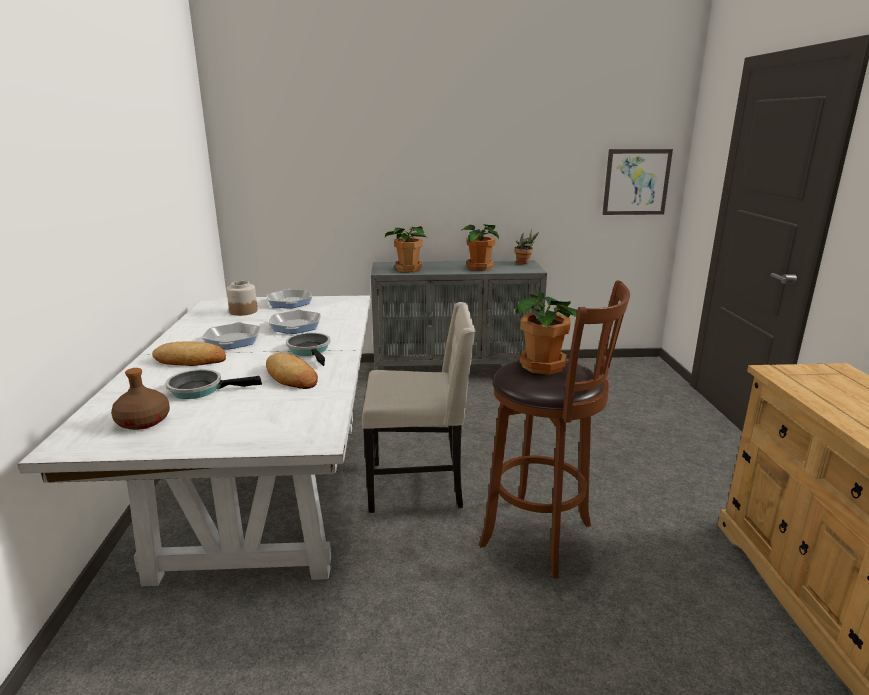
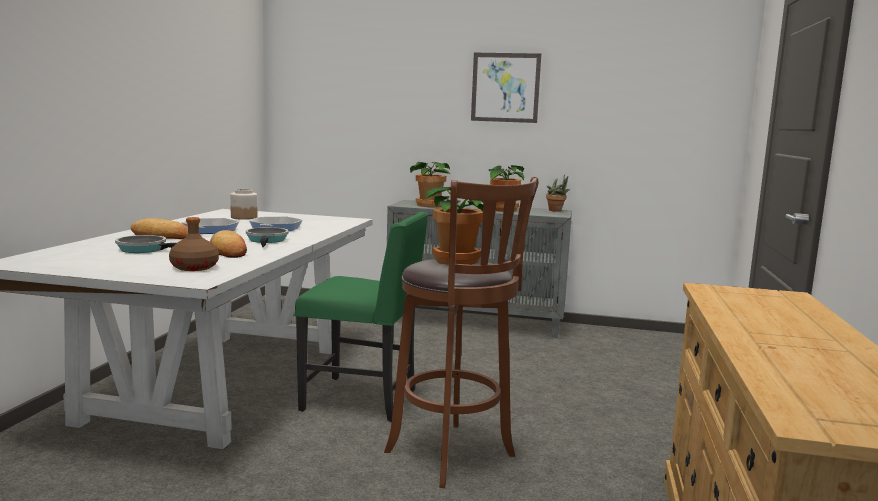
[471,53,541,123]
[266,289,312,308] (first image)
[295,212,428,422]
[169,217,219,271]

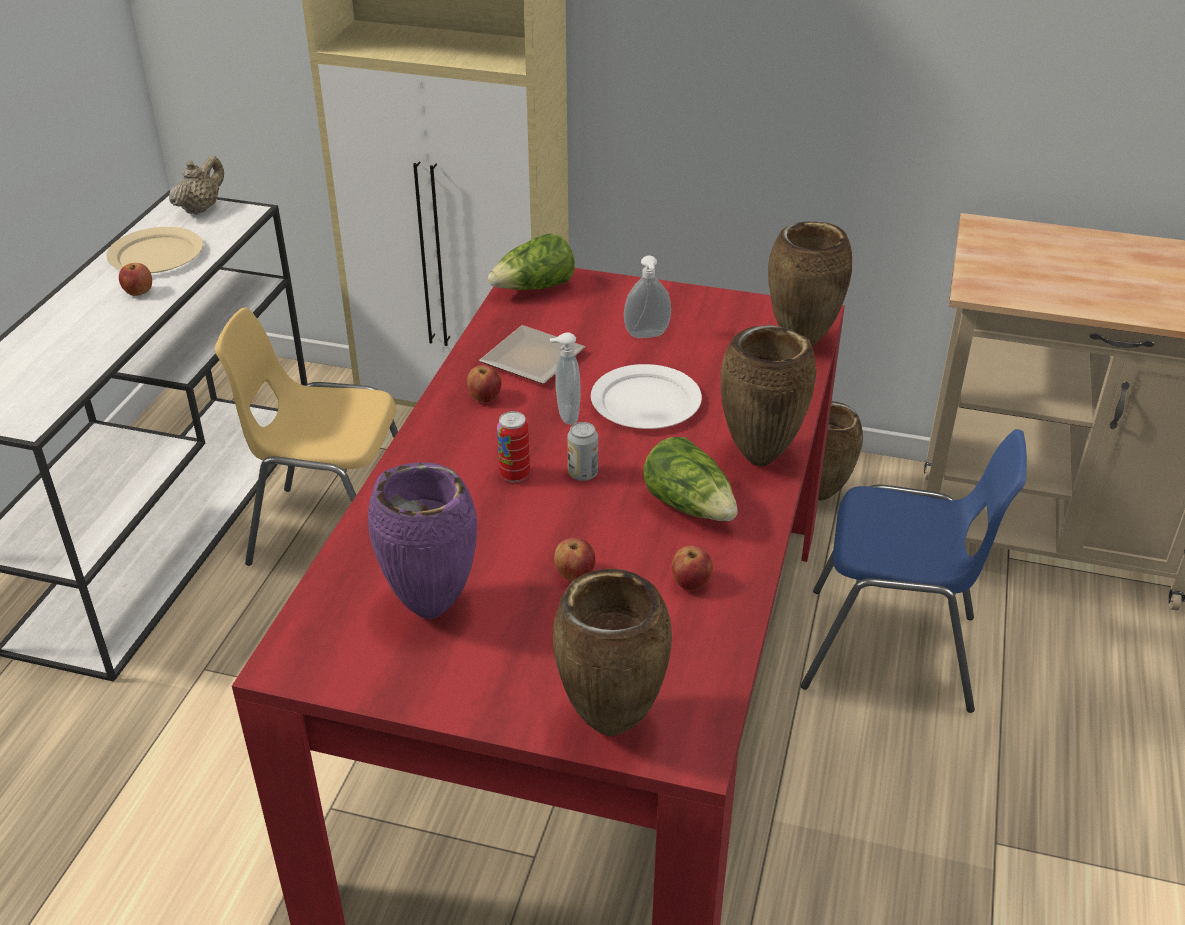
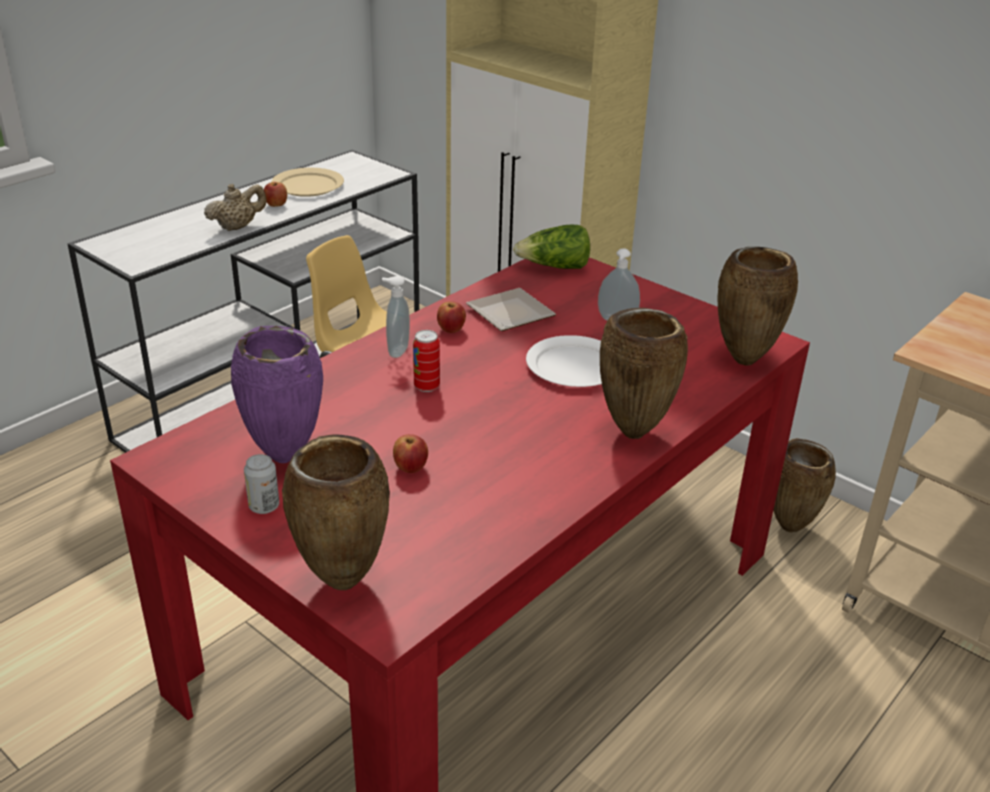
[204,184,266,231]
[382,276,410,358]
[244,454,279,514]
[801,429,1027,713] (first image)
[643,437,738,521] (first image)
[672,545,713,590] (first image)

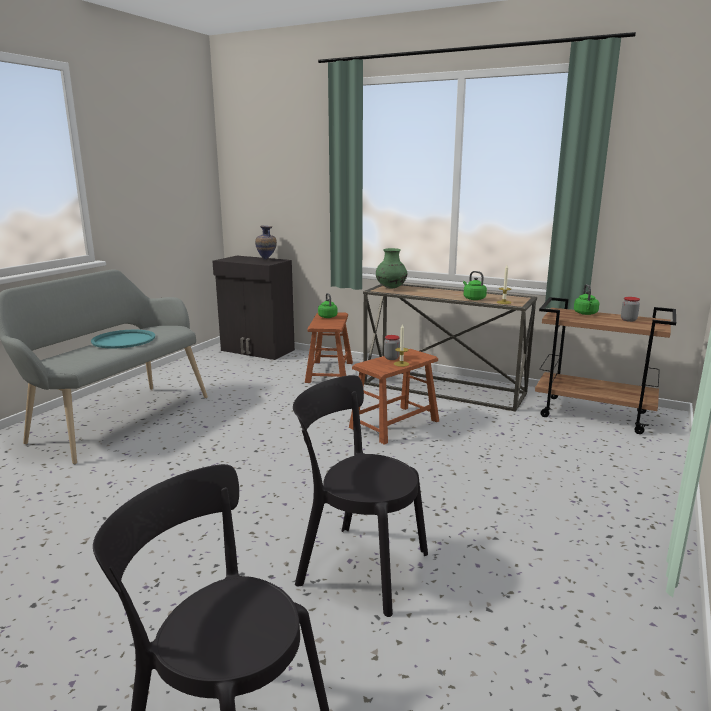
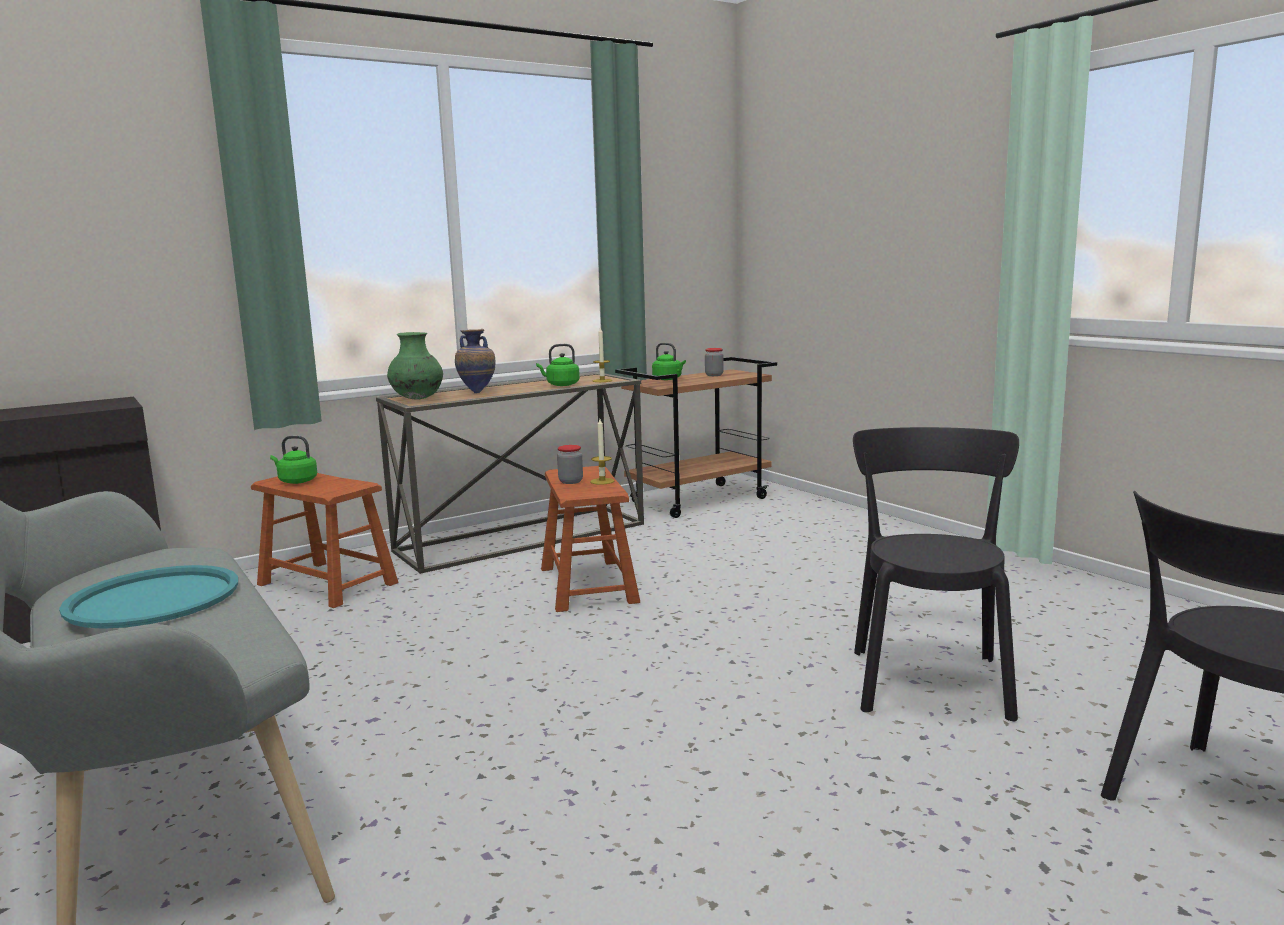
[455,329,495,393]
[853,427,1019,721]

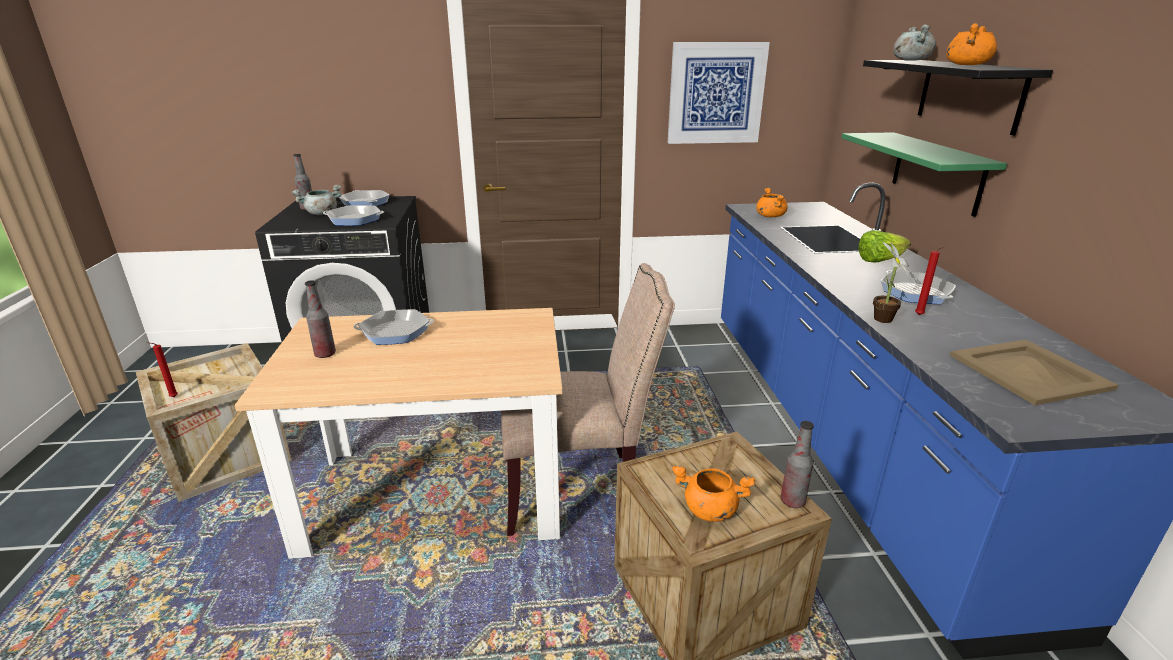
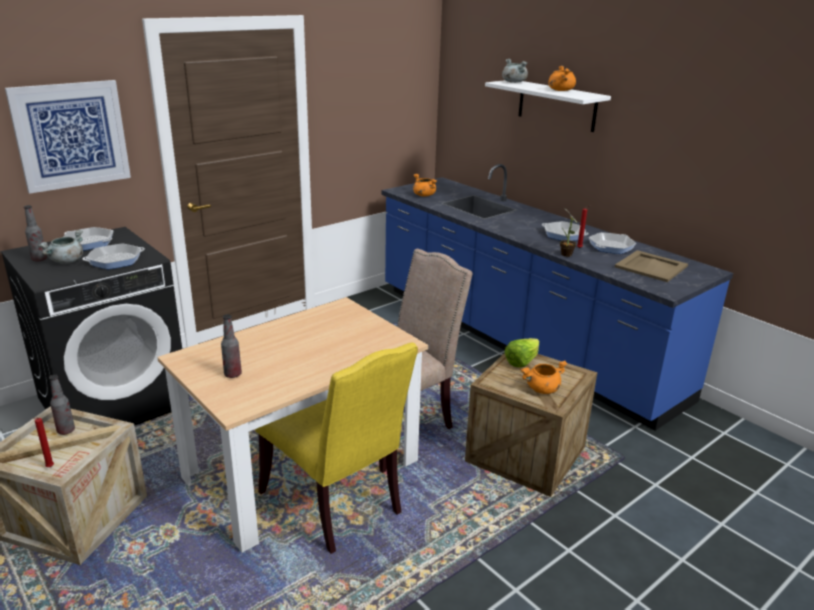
[5,80,131,194]
[485,80,611,132]
[841,132,1007,217] (first image)
[504,338,539,367]
[589,232,636,254]
[49,375,75,435]
[255,343,418,554]

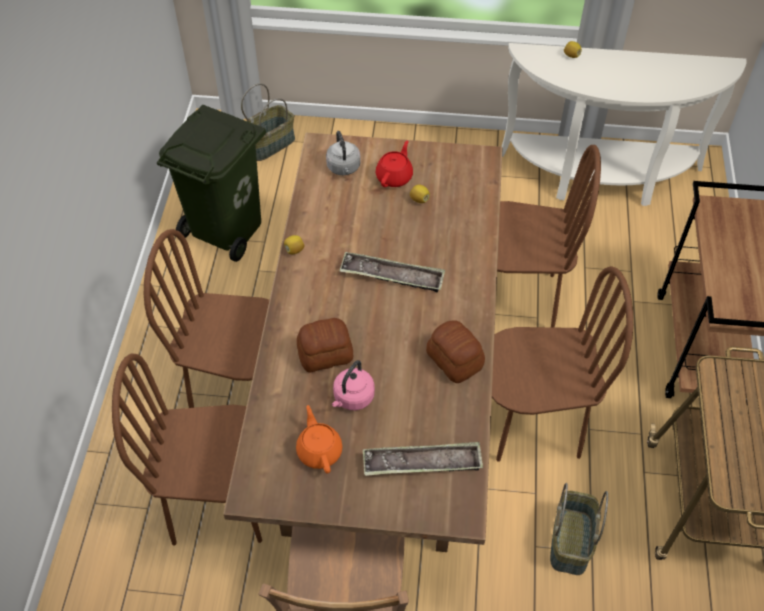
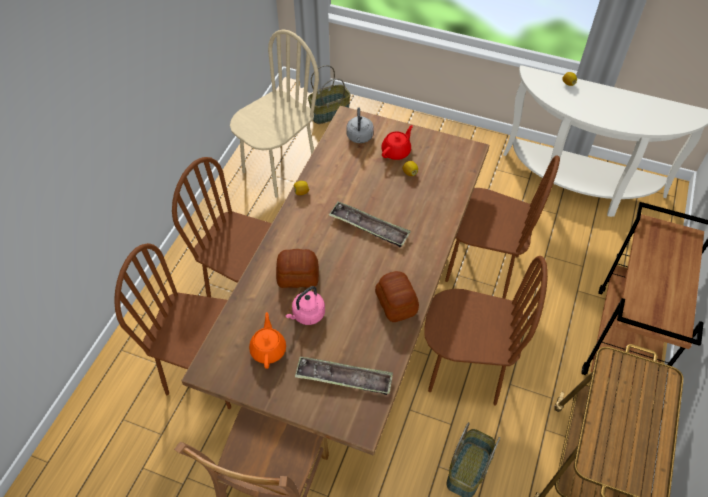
[230,29,319,198]

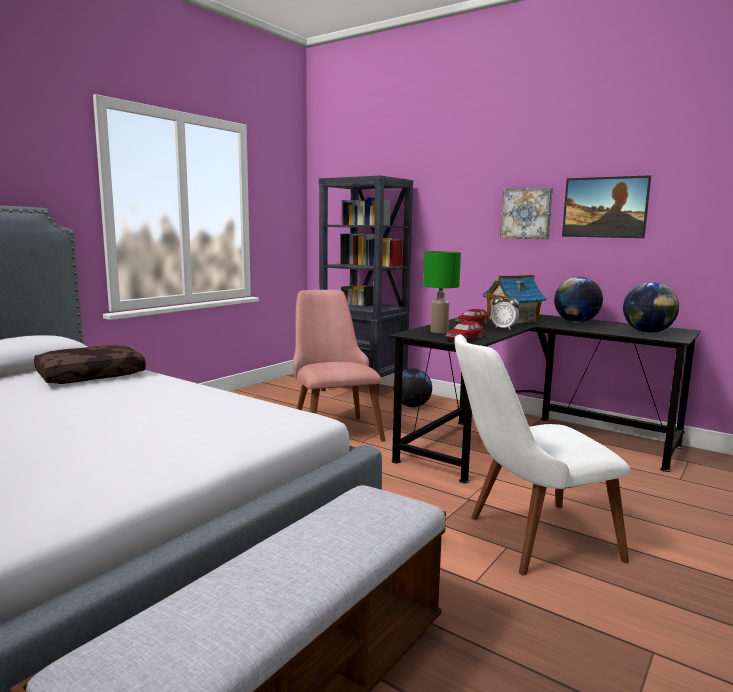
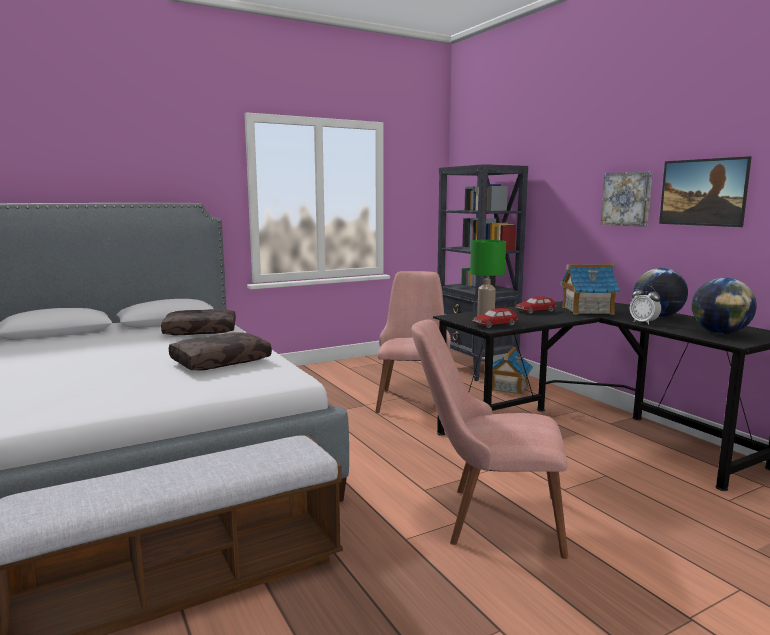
[630,285,661,325]
[412,319,568,559]
[492,347,533,395]
[169,332,272,371]

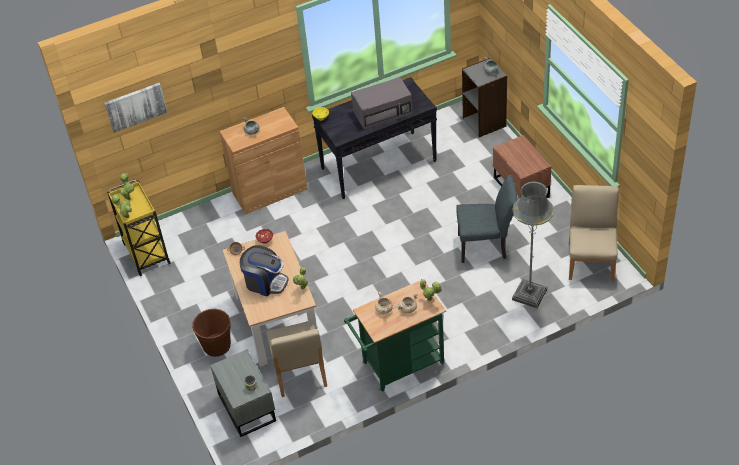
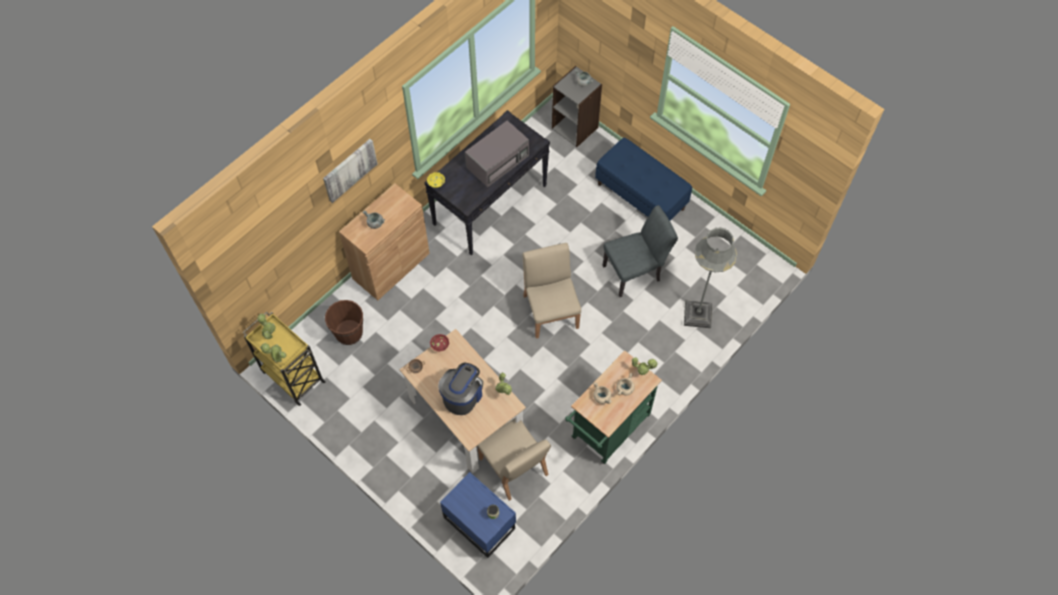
[323,139,378,203]
[595,137,692,220]
[523,243,581,339]
[438,363,483,415]
[325,300,363,345]
[440,472,516,558]

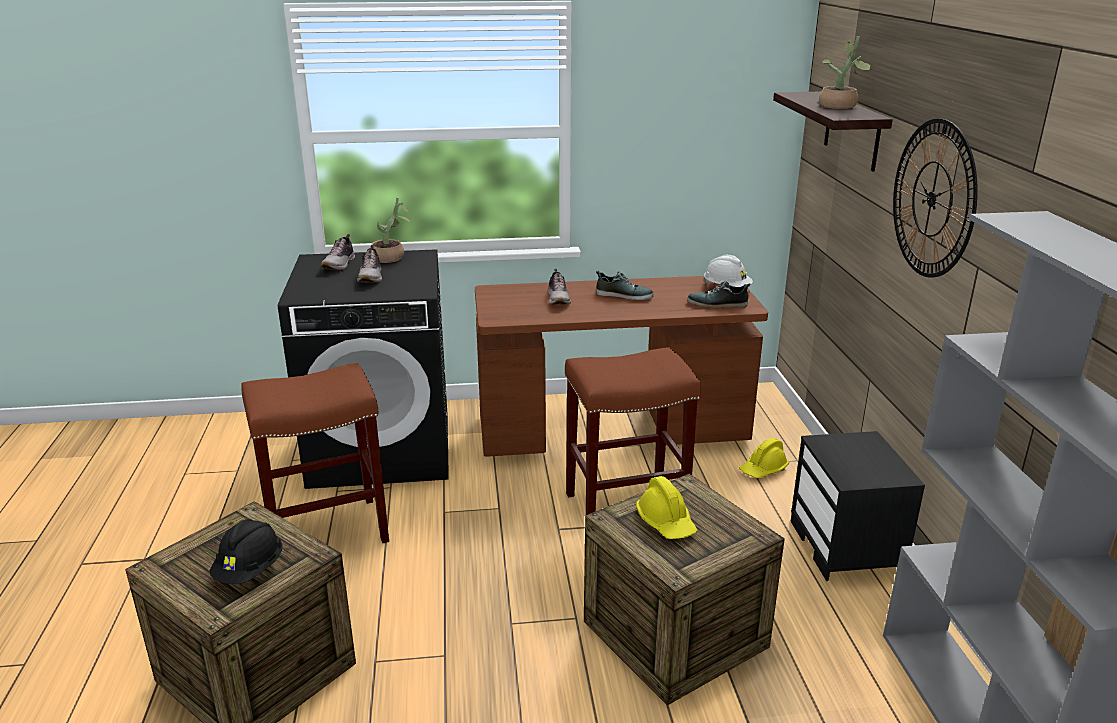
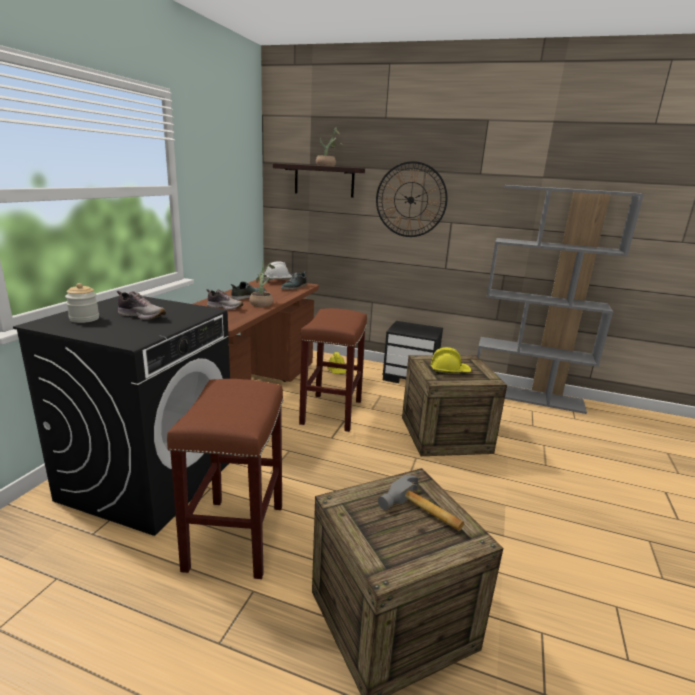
[249,261,275,307]
[65,283,99,323]
[378,475,464,531]

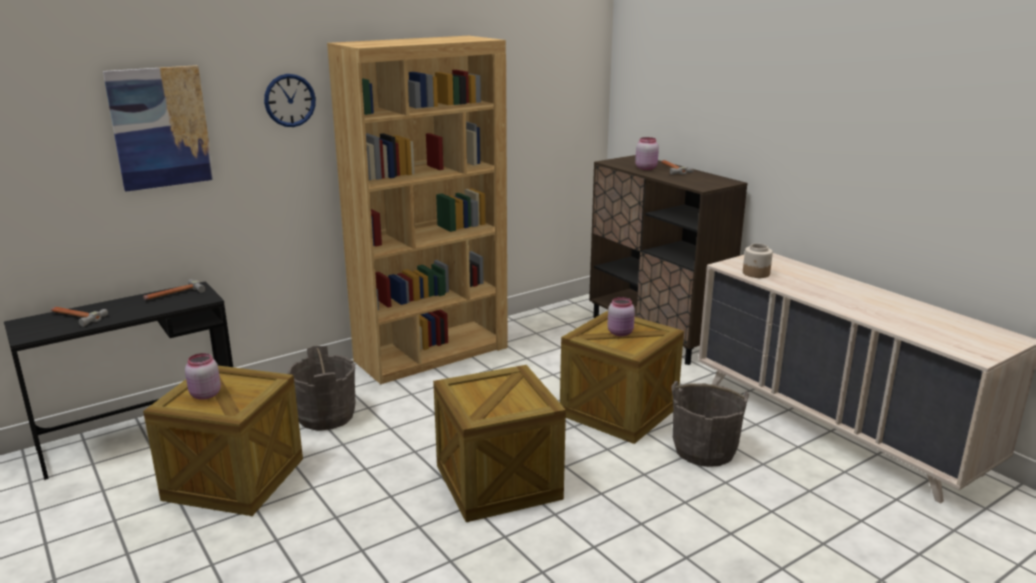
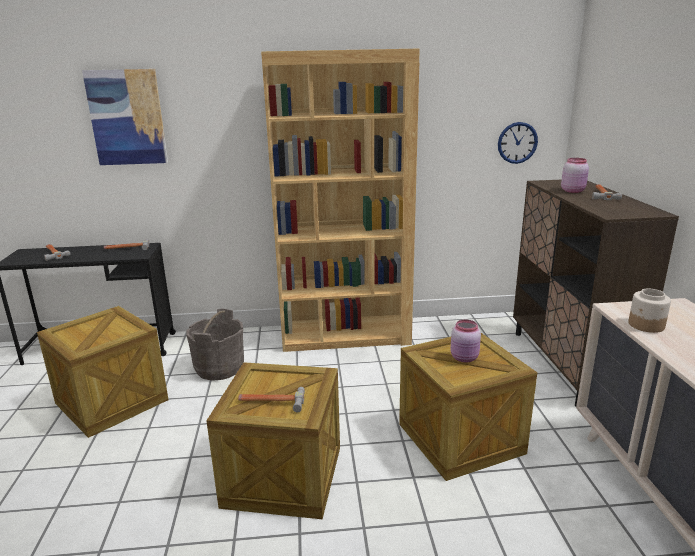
[498,122,538,164]
[185,353,221,400] (first image)
[671,381,749,467] (first image)
[238,387,305,412]

